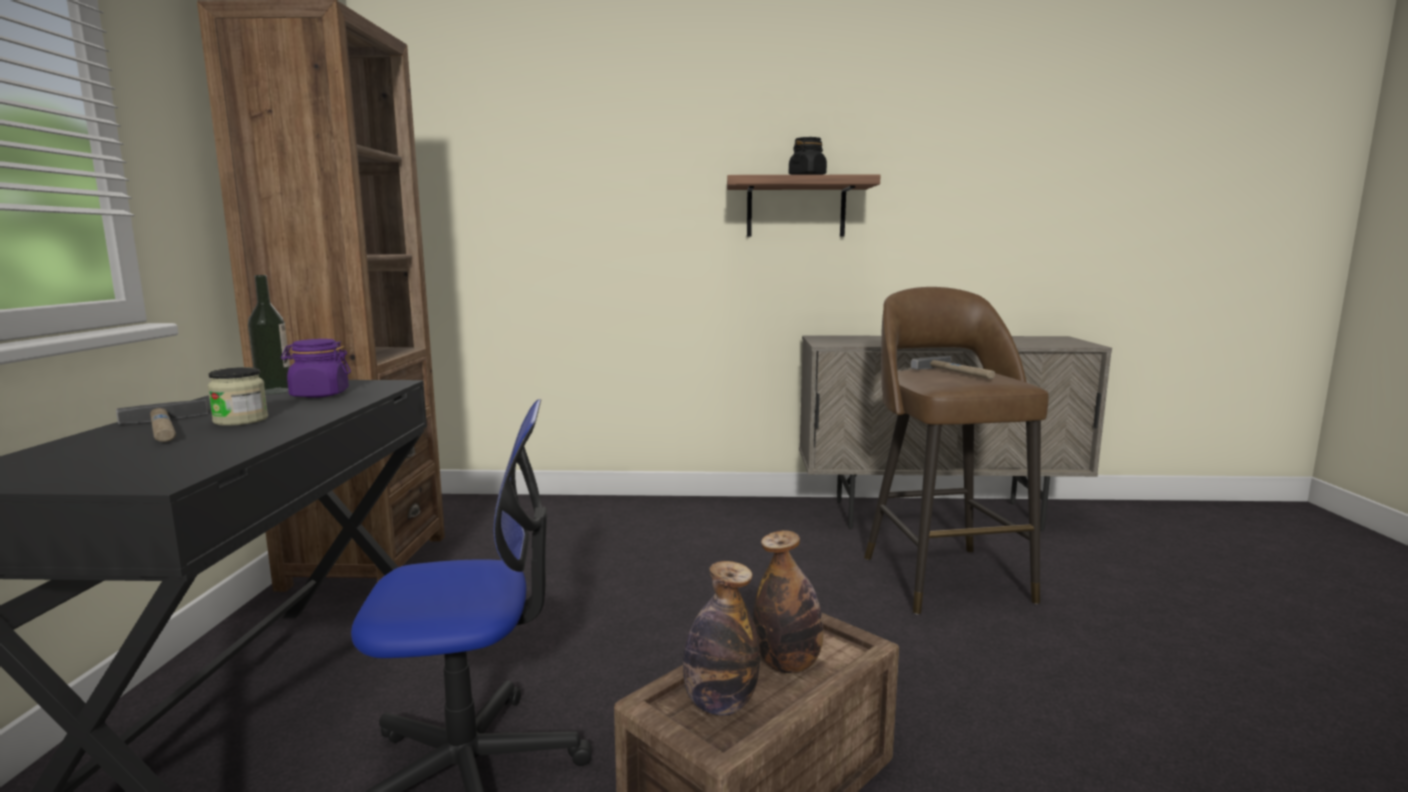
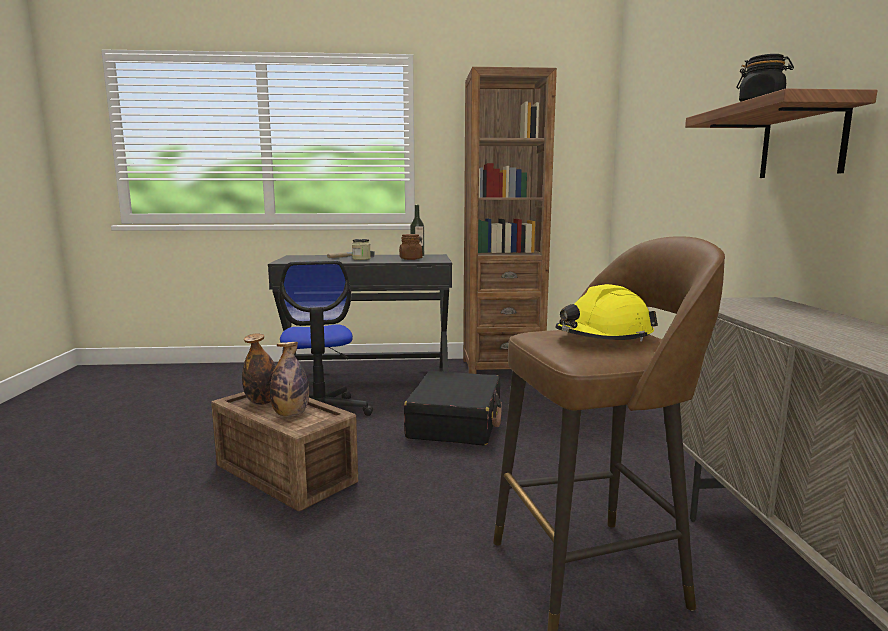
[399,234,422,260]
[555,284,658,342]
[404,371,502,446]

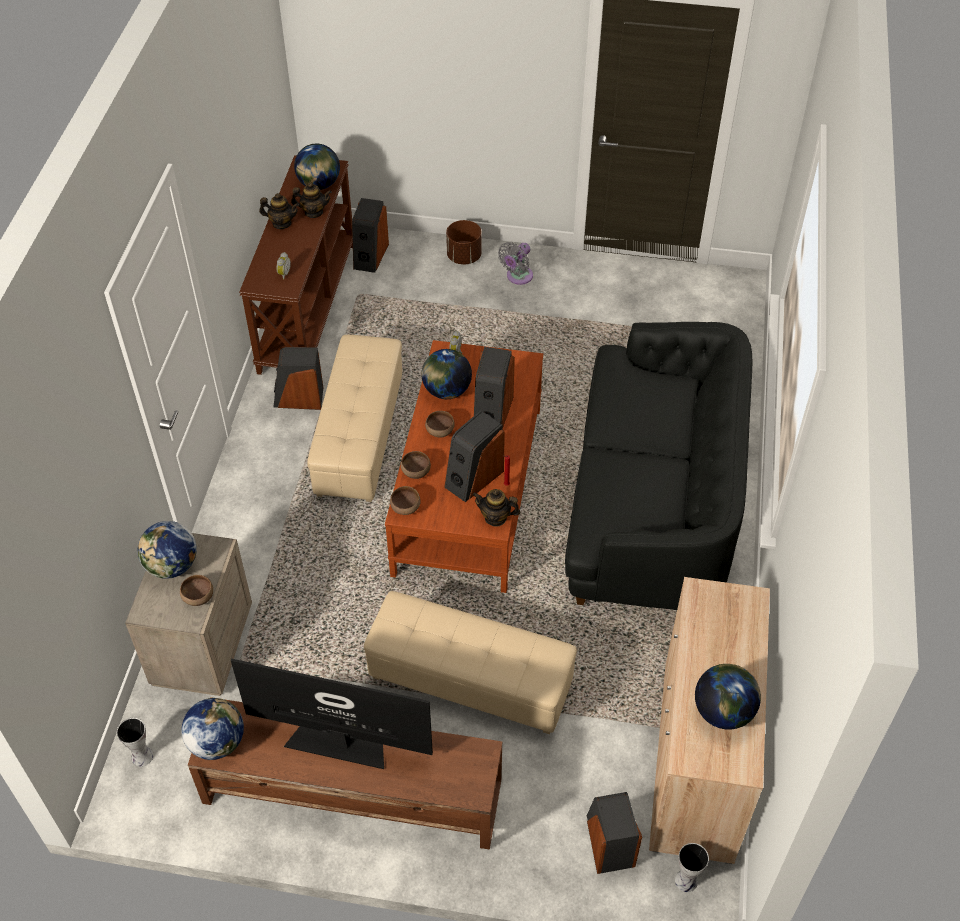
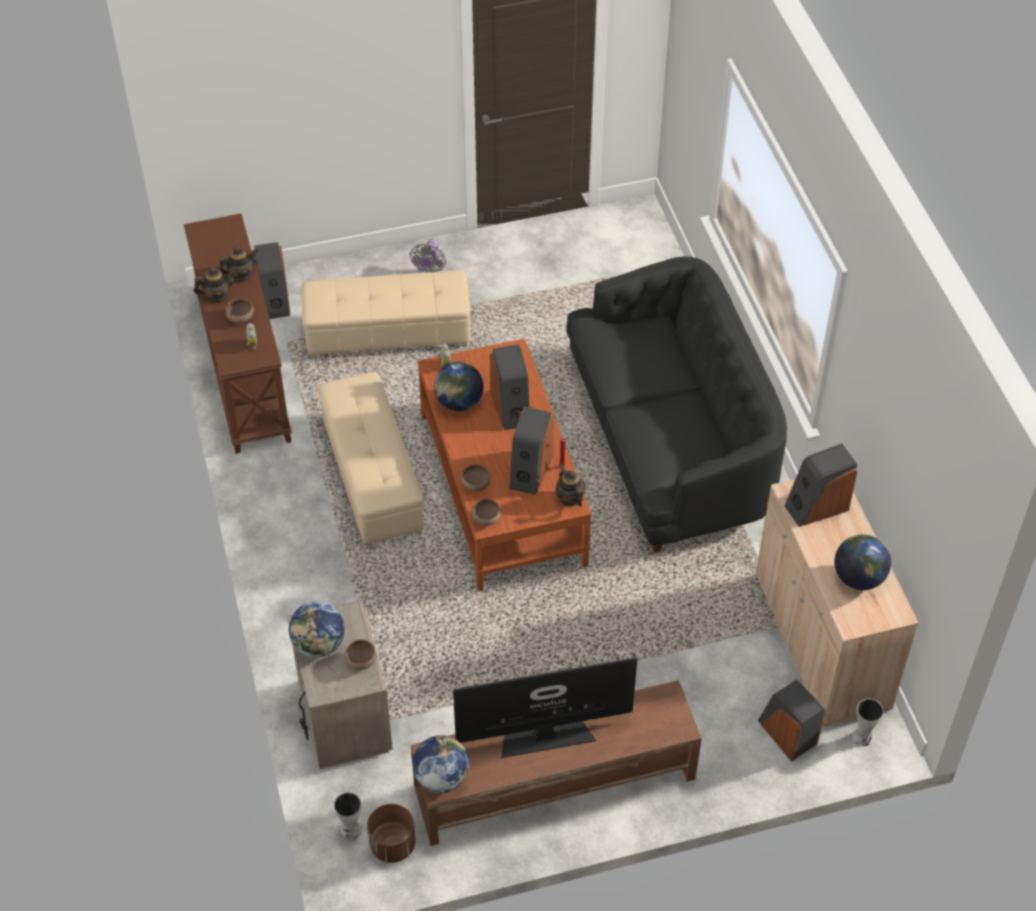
[294,143,340,190] (first image)
[367,804,415,863]
[785,443,857,527]
[226,298,254,323]
[556,464,585,507]
[301,270,470,358]

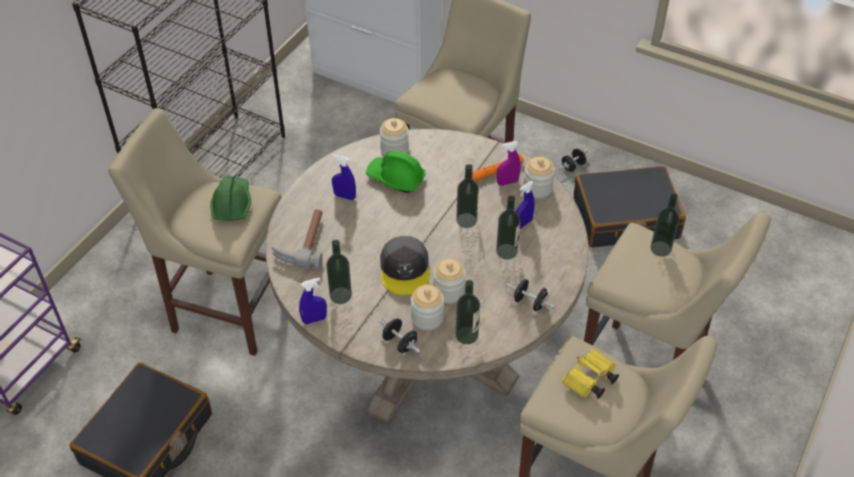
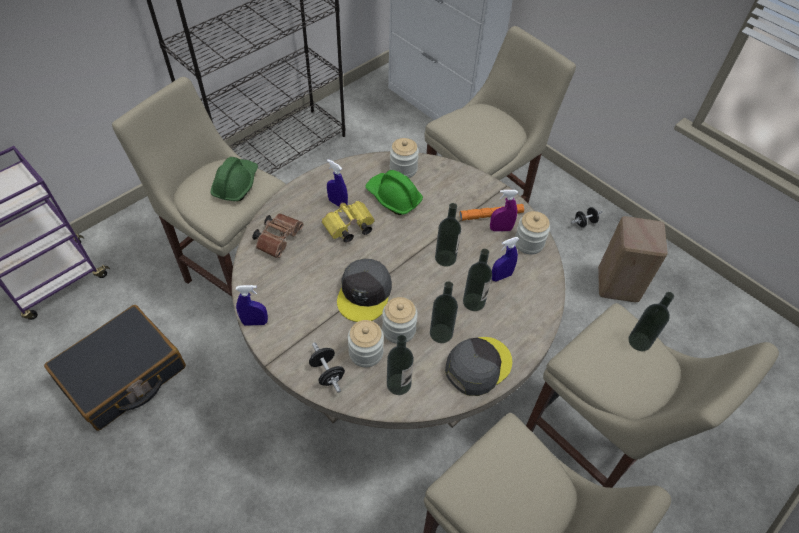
[598,216,668,302]
[252,214,303,258]
[430,281,458,343]
[445,337,512,396]
[322,201,375,243]

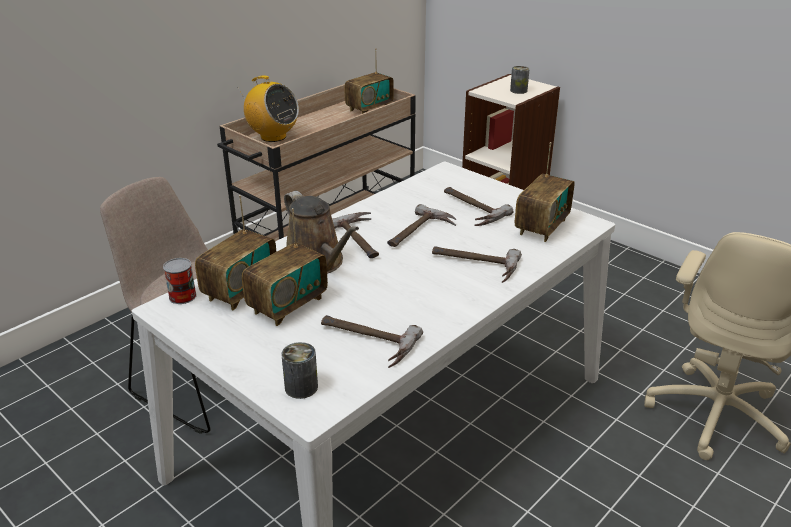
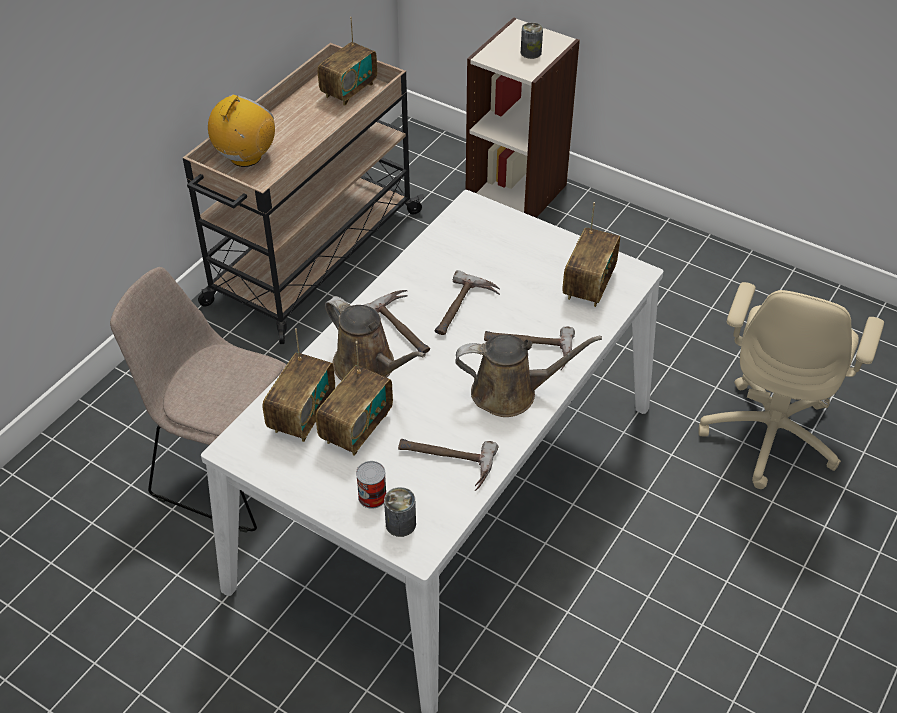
[208,95,275,167]
[444,187,514,226] (first image)
[356,461,386,509]
[455,335,602,417]

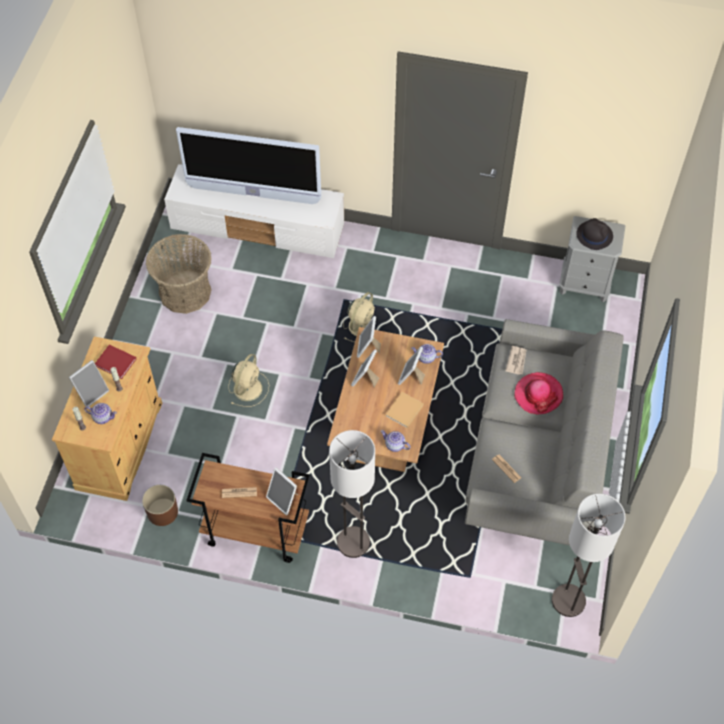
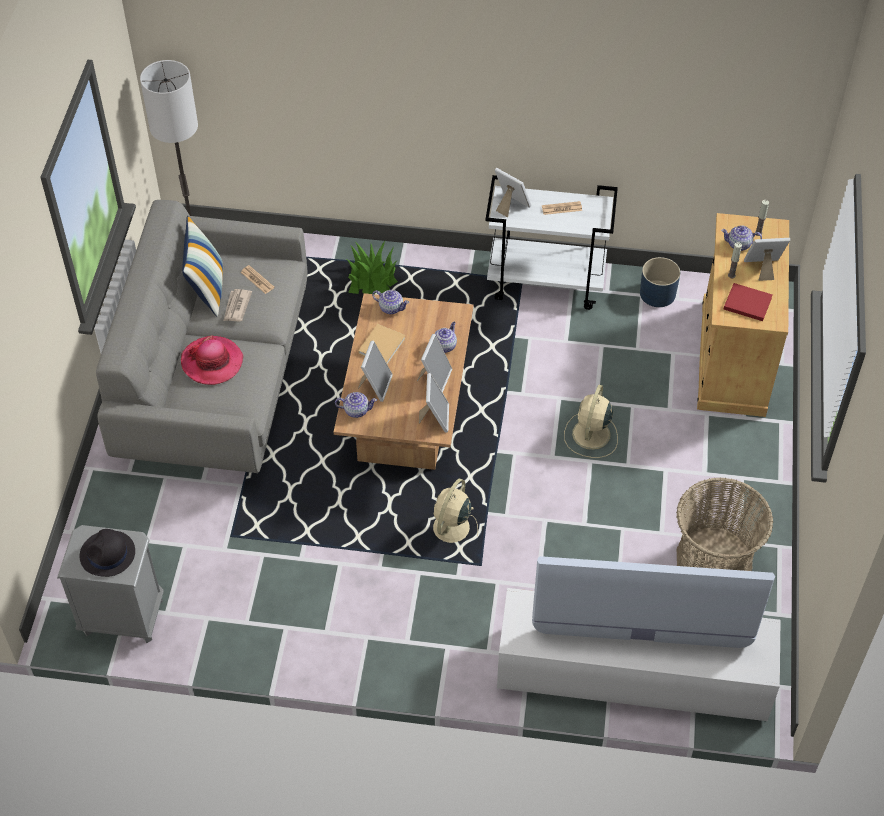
[224,289,252,322]
[744,238,790,281]
[329,430,375,558] (first image)
[485,175,618,310]
[640,257,680,307]
[182,216,223,316]
[346,241,398,294]
[434,321,457,353]

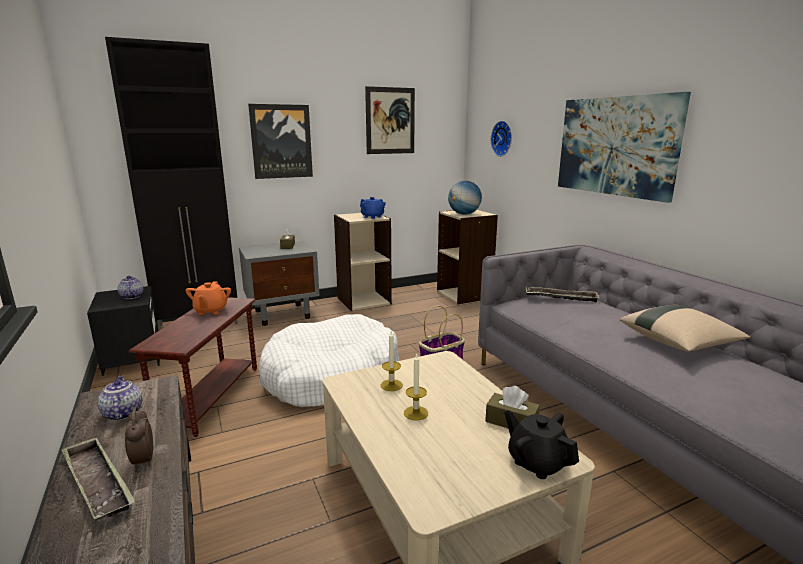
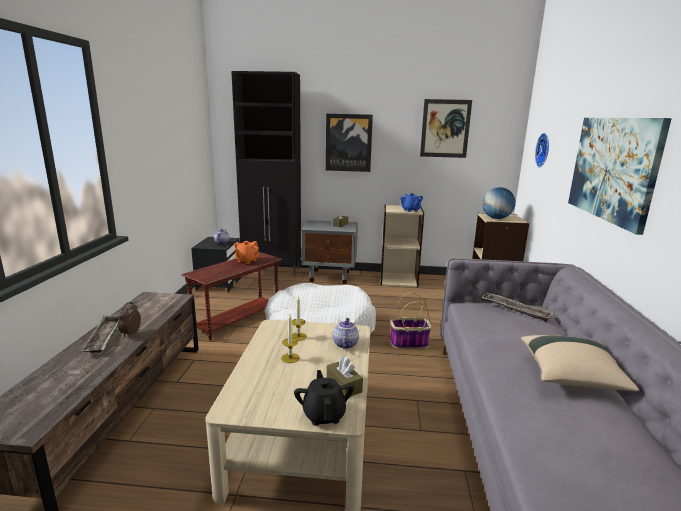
[333,318,359,349]

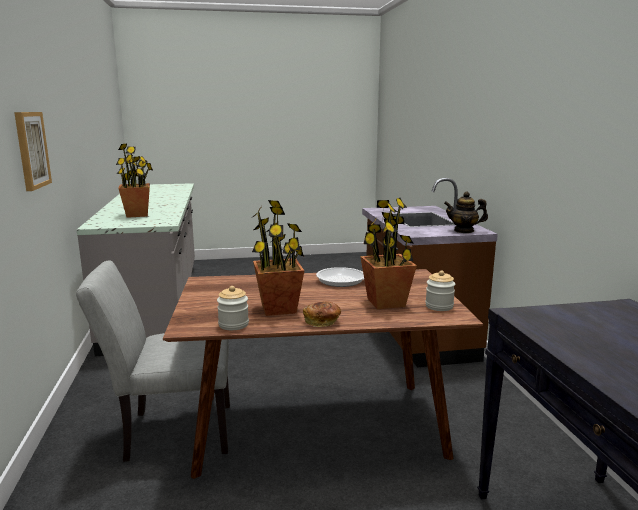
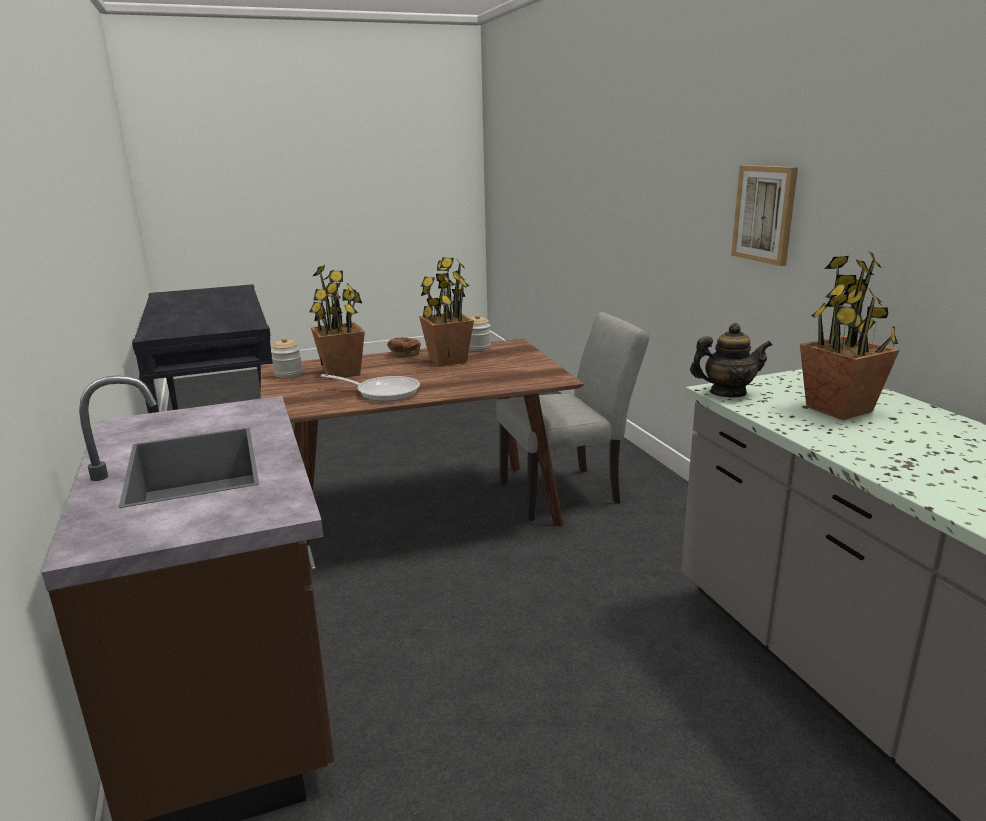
[690,323,772,397]

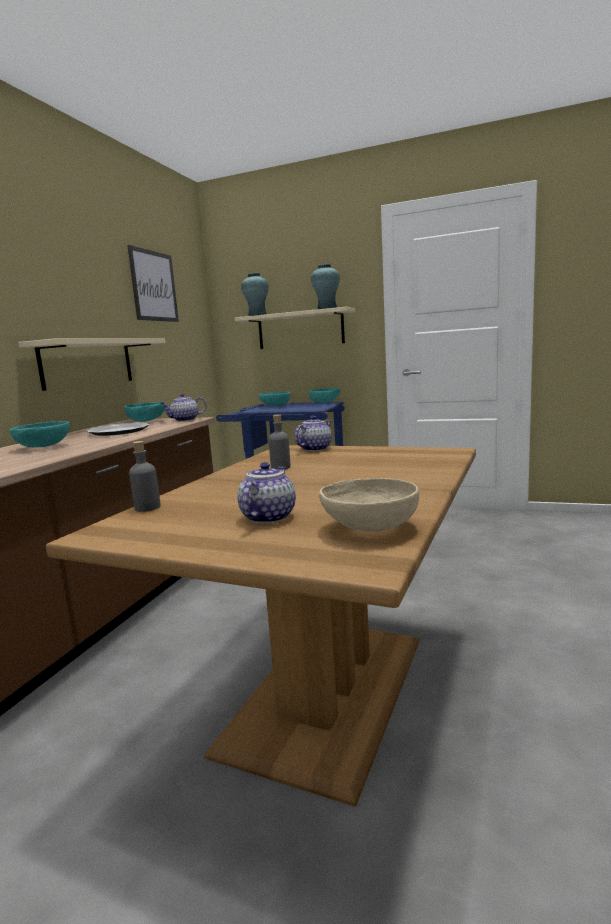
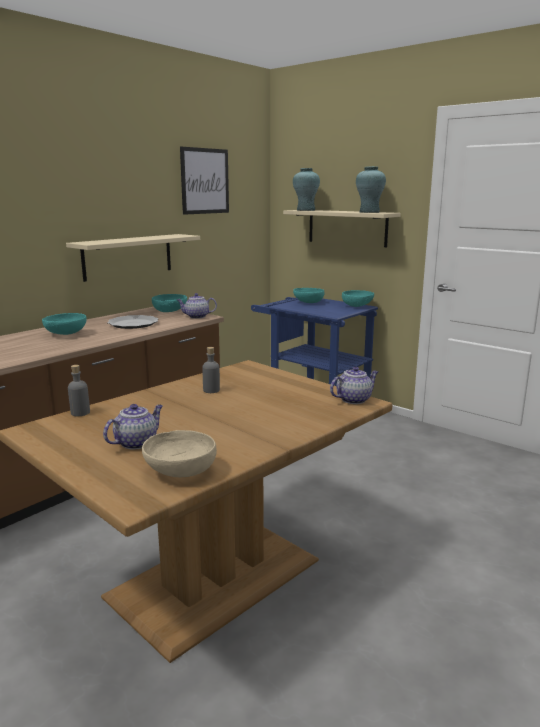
[330,367,378,404]

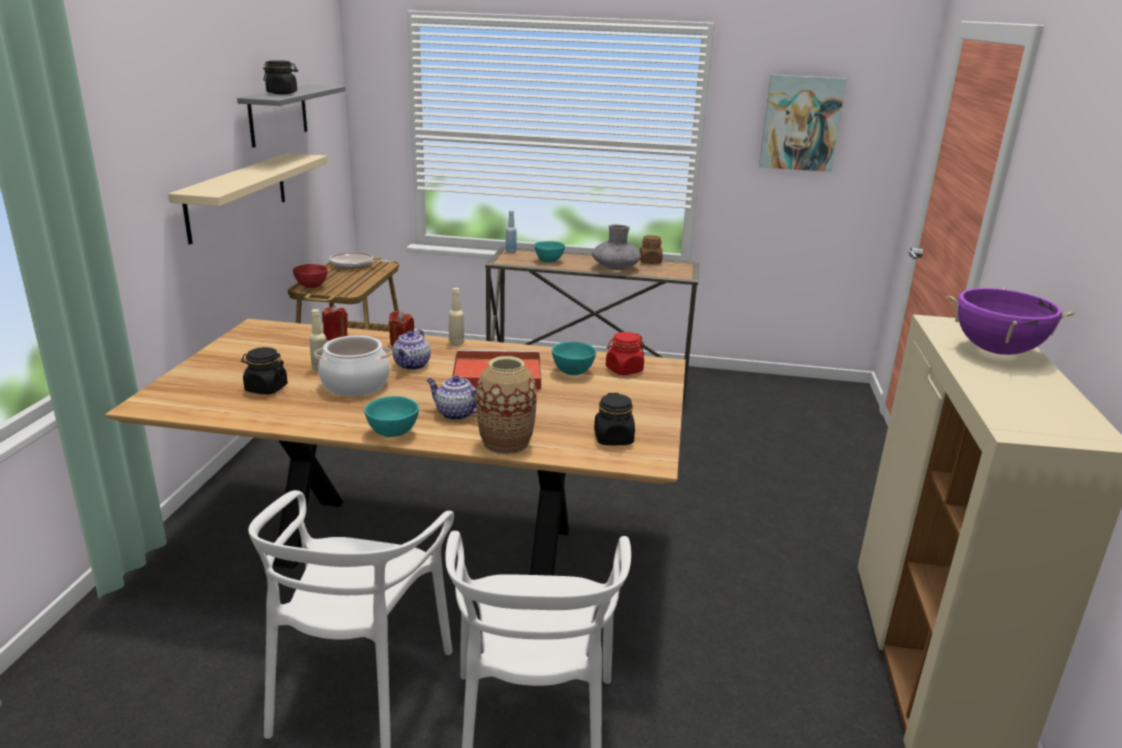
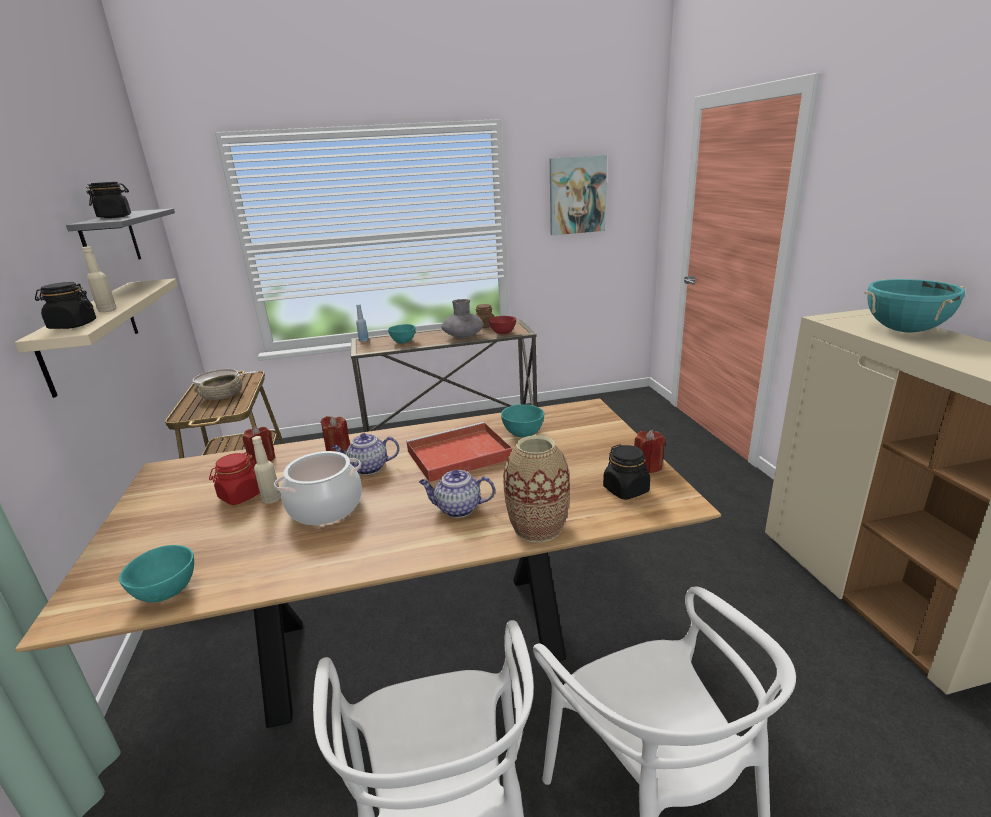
[489,316,516,334]
[82,246,116,312]
[864,279,965,333]
[331,433,399,475]
[209,452,260,505]
[35,282,96,329]
[119,545,194,602]
[197,374,243,400]
[634,430,665,473]

